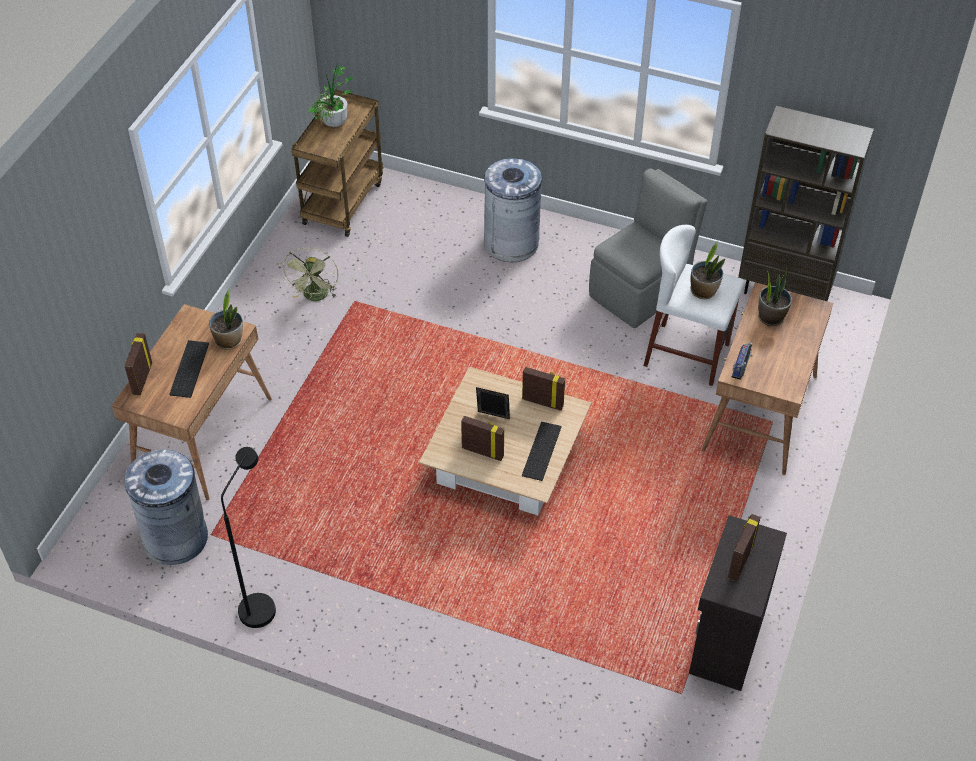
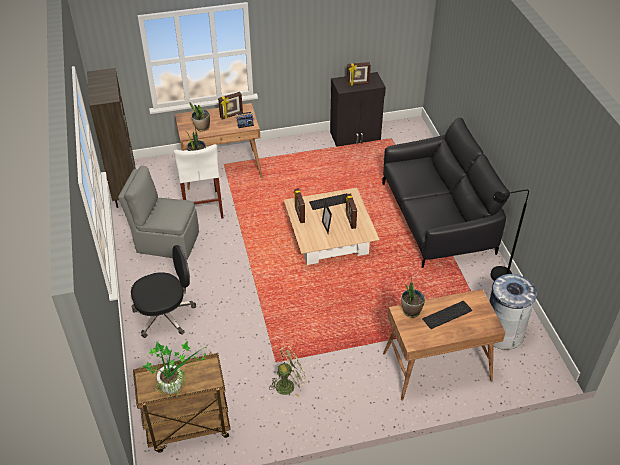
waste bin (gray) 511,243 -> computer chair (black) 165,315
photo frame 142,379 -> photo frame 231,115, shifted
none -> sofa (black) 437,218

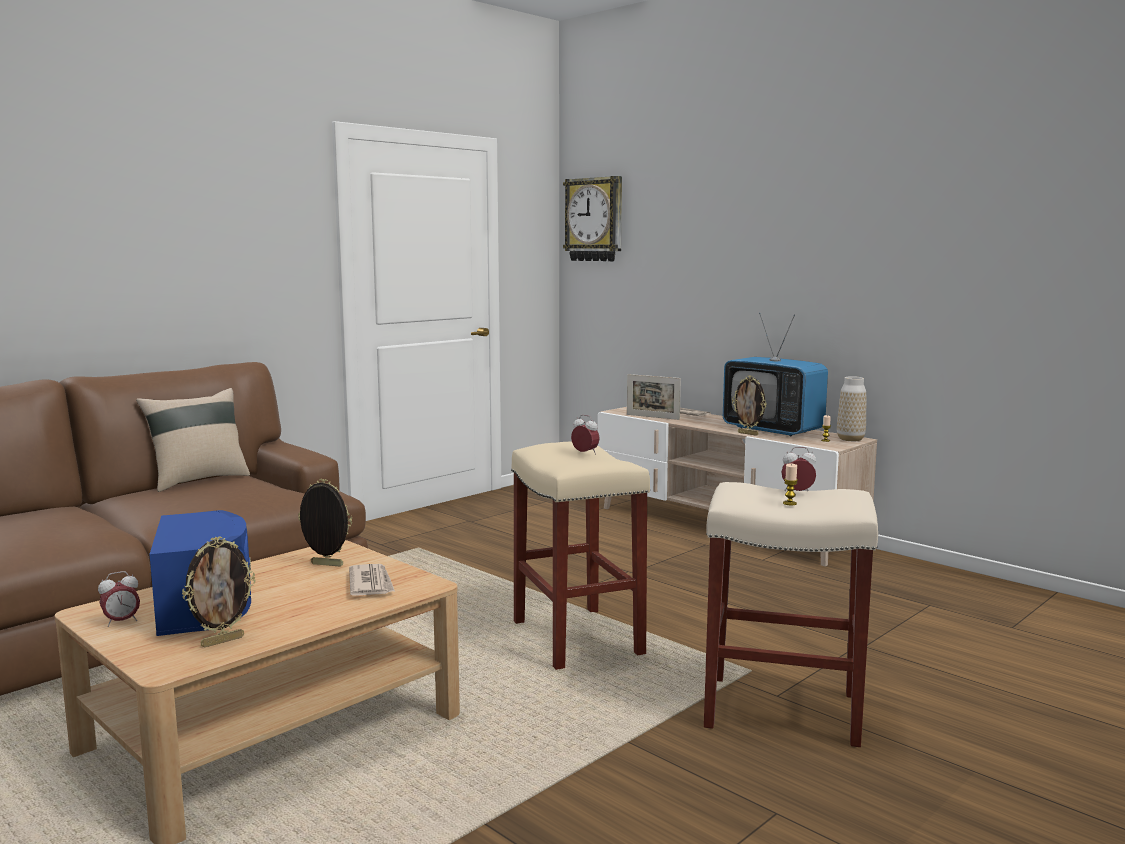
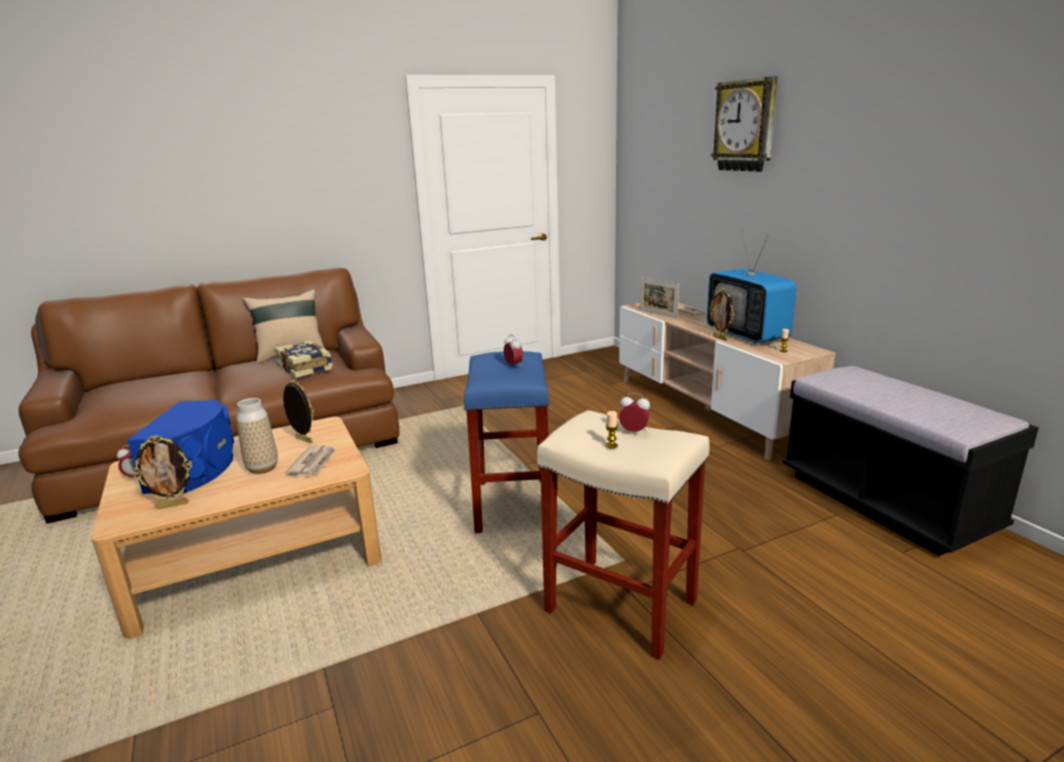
clock on the wall 595,219 -> clock on the wall 745,126, shifted
vase 850,439 -> vase 262,468, shifted
stool seat (beige-coloured) 575,637 -> stool seat (blue) 512,504
none -> bound book 306,368
none -> bench (black) 885,502

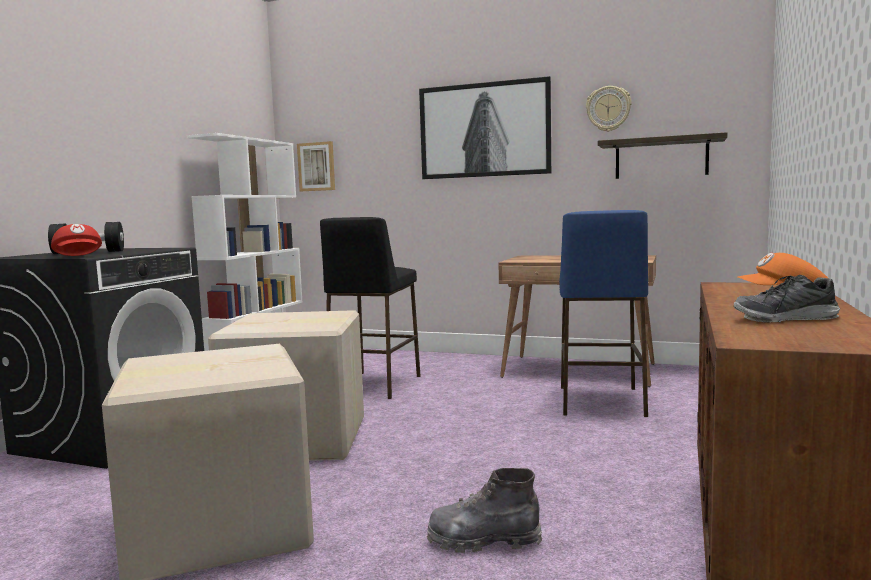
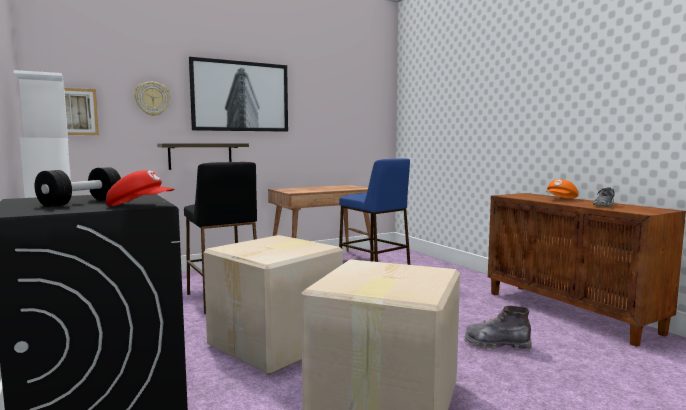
clock on the wall 608,109 -> clock on the wall 152,99, shifted
shelf 661,158 -> shelf 200,156, shifted
tall boot (gray) 483,540 -> tall boot (gray) 496,345, 60 degrees clockwise

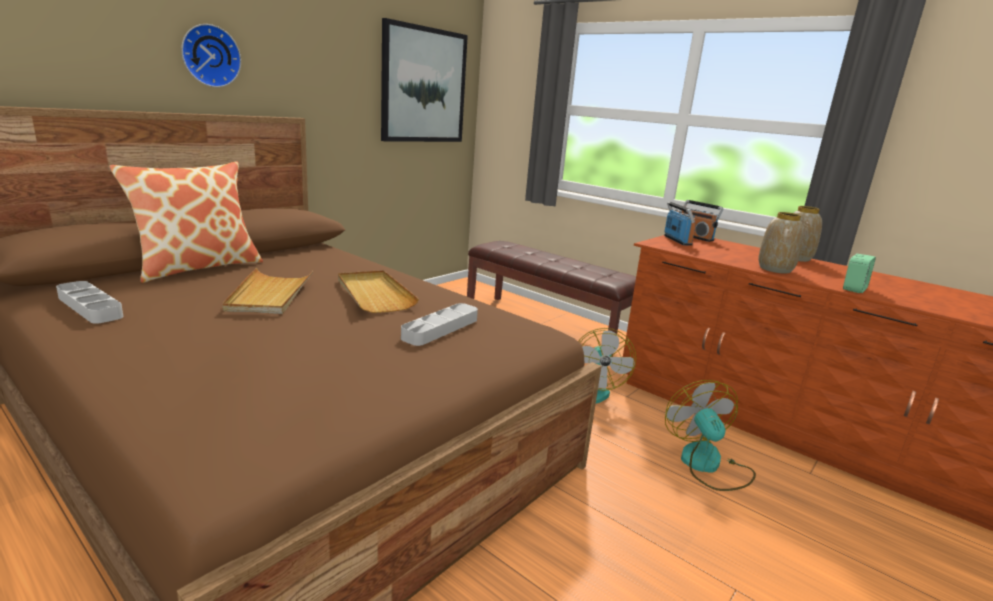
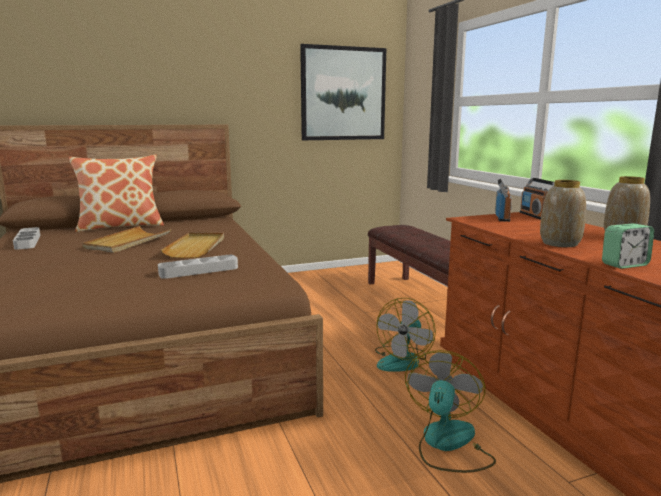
clock on the wall 210,56 -> none

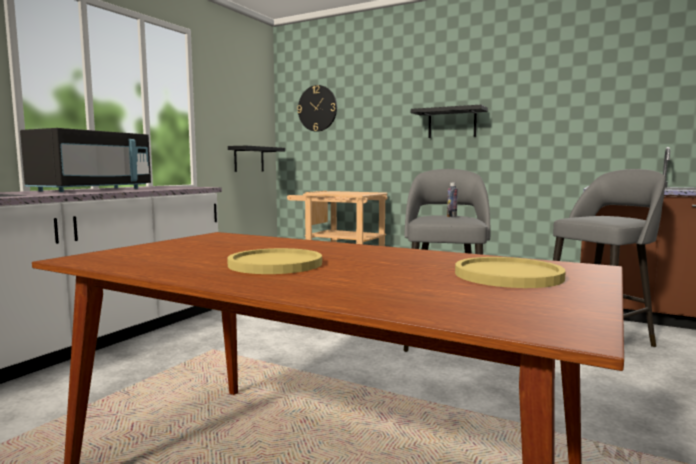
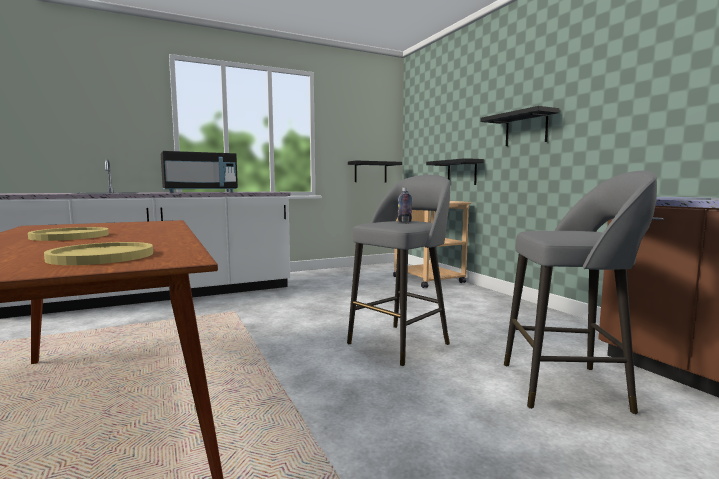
clock on the wall 317,108 -> none
none -> shelf (black) 462,172

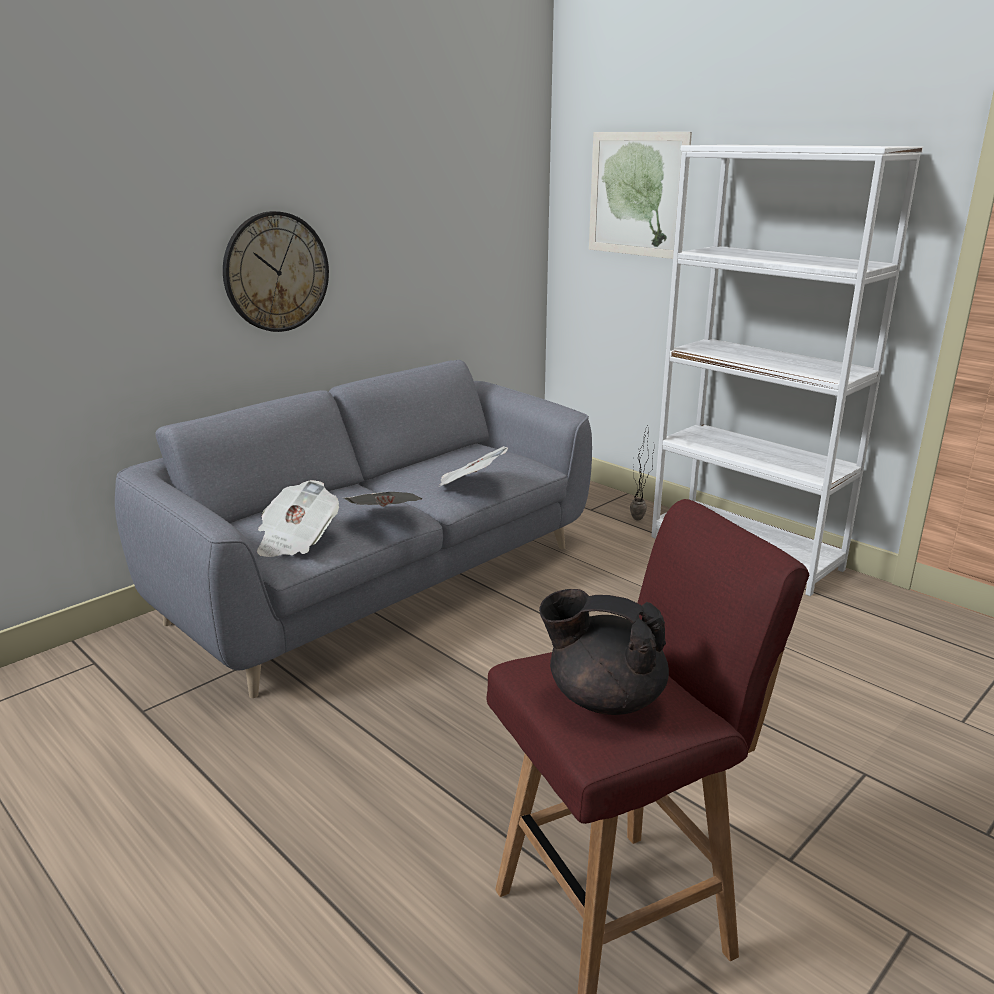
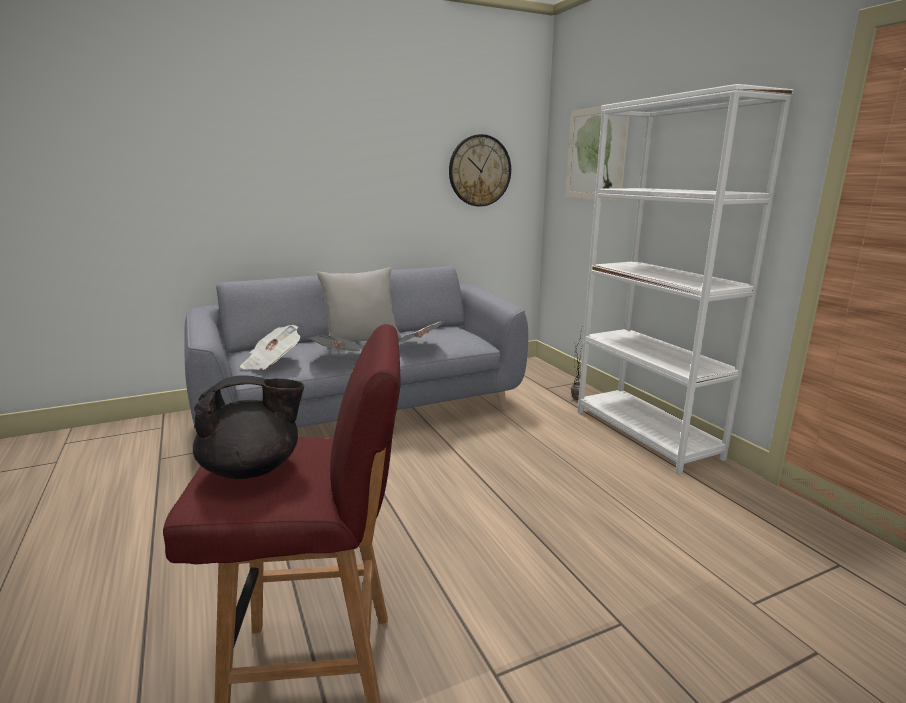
clock on the wall 276,272 -> clock on the wall 479,171, shifted
tea pot (black) 604,698 -> tea pot (black) 253,469, 120 degrees clockwise
none -> cushion (gray) 361,341

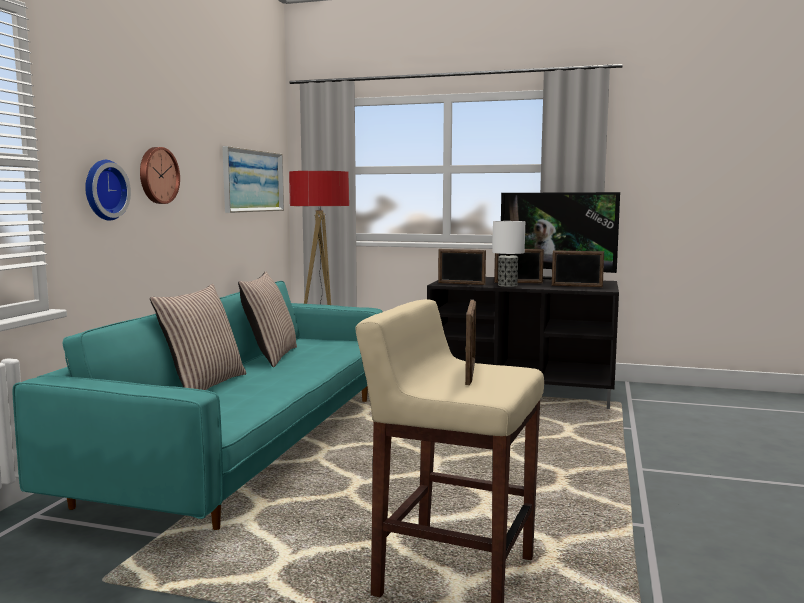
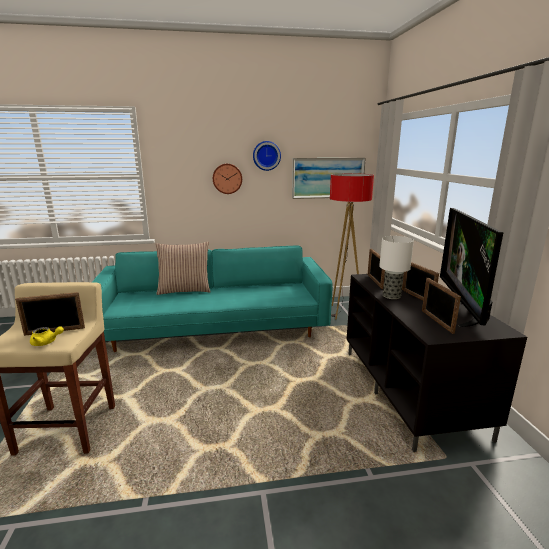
clock on the wall 103,190 -> clock on the wall 266,155, shifted
cushion 270,356 -> none
none -> tea pot (yellowish) 46,342

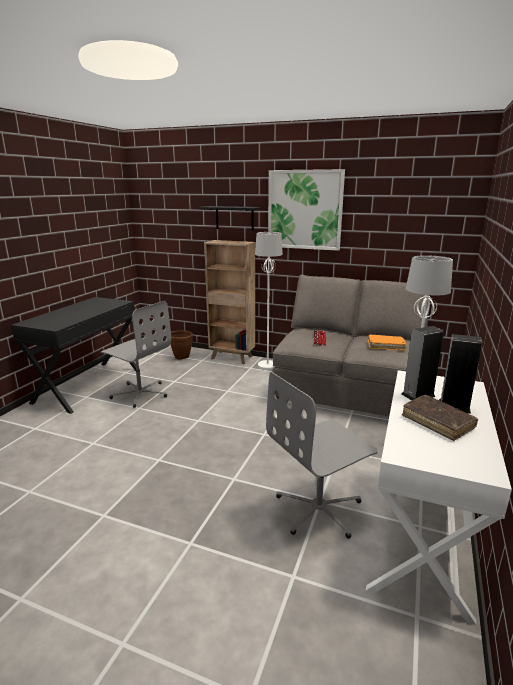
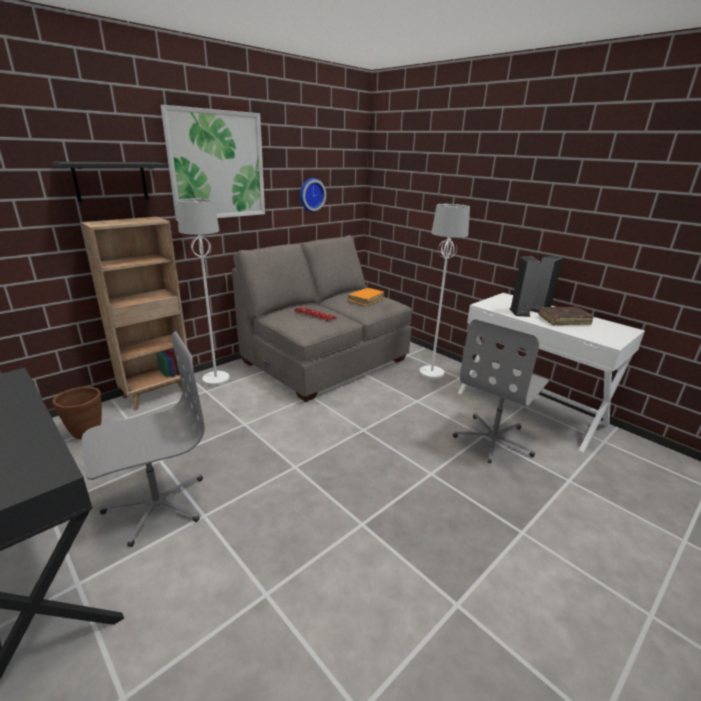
computer chair (gray) 319,509 -> computer chair (gray) 494,440, 45 degrees clockwise
none -> clock on the wall 311,194

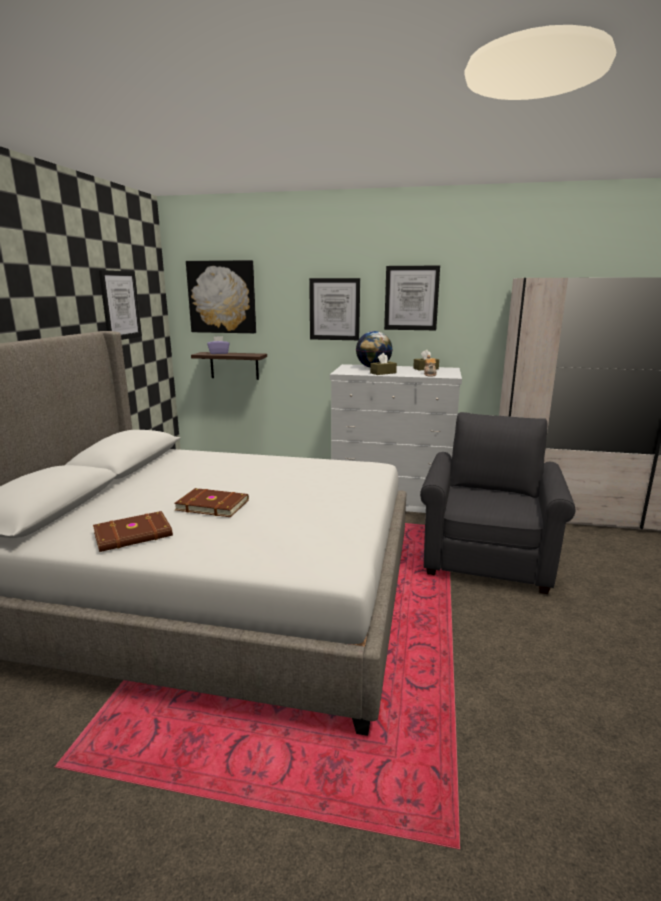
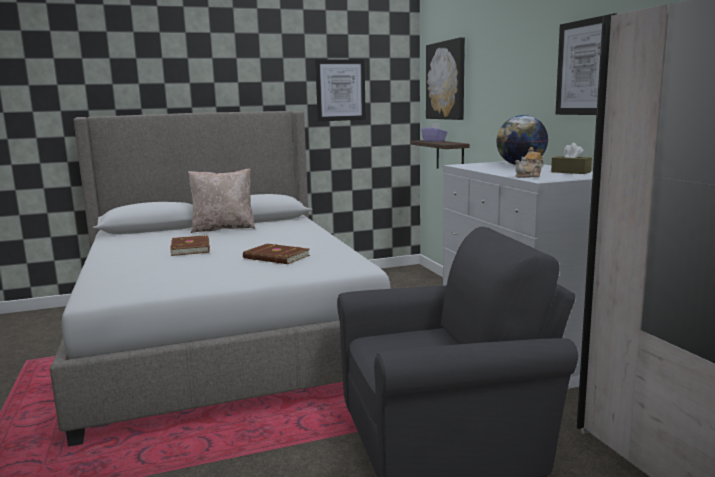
wall art 334,309 -> none
tissue holder (brown) 383,373 -> none
bound book (brown) 134,535 -> bound book (brown) 276,257, shifted
none -> cushion (beige-coloured) 223,228

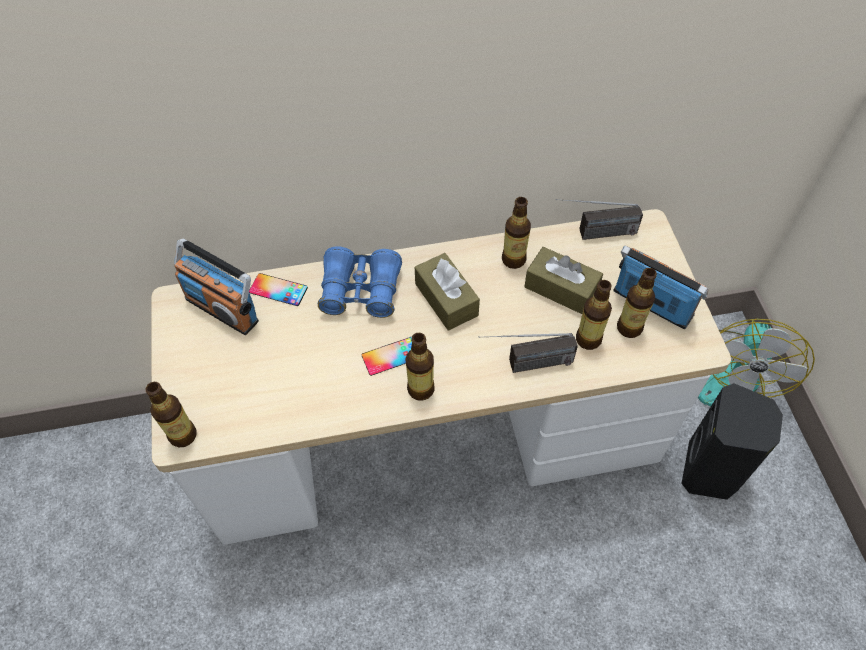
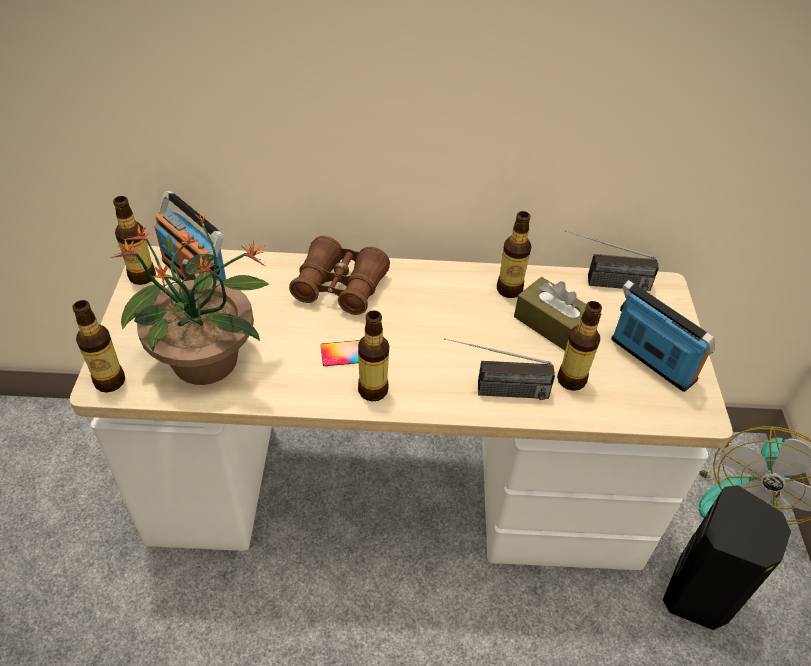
field glasses (blue) 361,291 -> field glasses (brown) 340,287
tissue holder (brown) 446,299 -> none
beverage bottle 629,328 -> beverage bottle 142,276, shifted
handset 278,290 -> none
none -> houseplant 207,361

